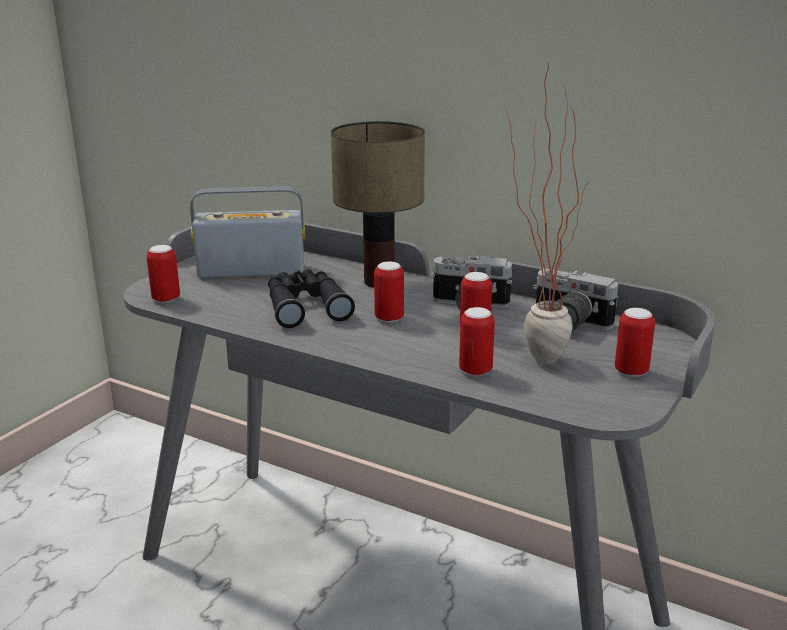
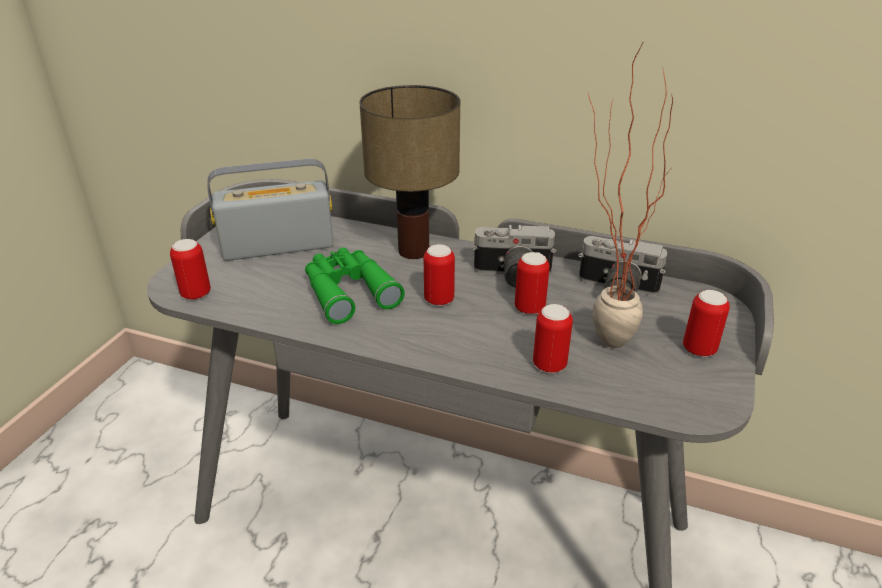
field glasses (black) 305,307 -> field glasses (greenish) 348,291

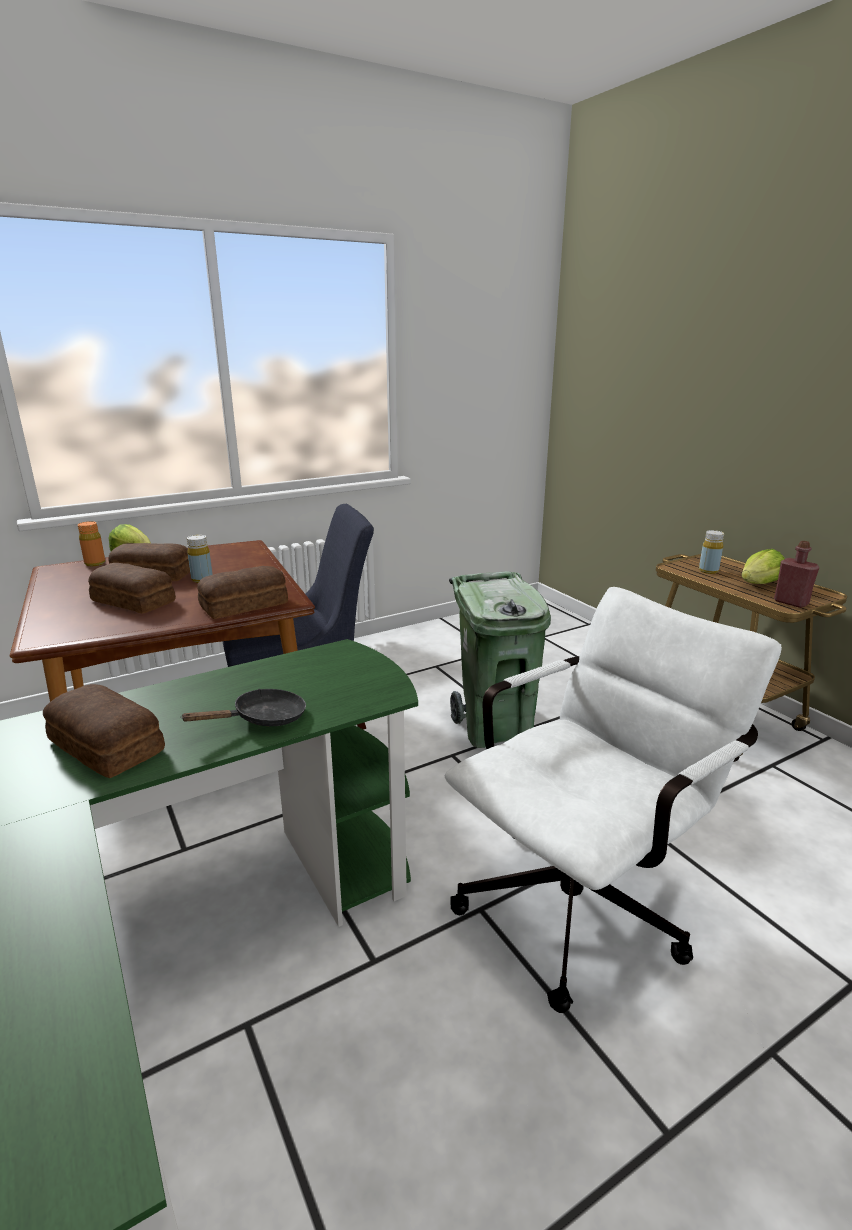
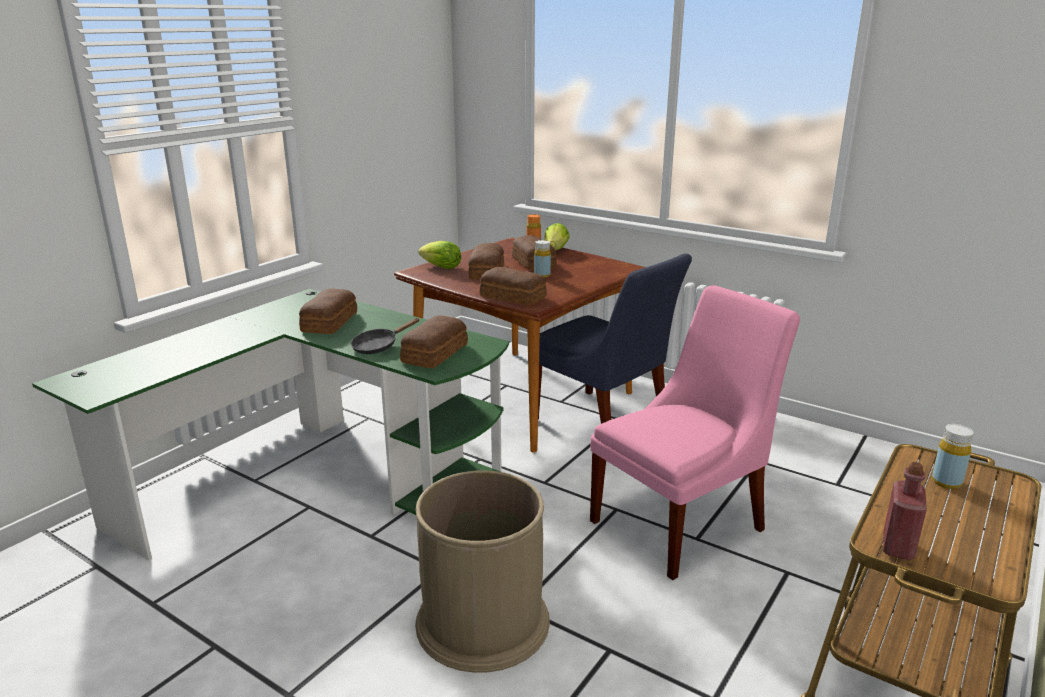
lettuce 759,584 -> lettuce 441,267, shifted
waste bin (greenish) 495,729 -> chair (pink-coloured) 683,522
computer chair (white-coloured) 584,899 -> waste bin (brown) 483,622
pan (black) 263,719 -> pan (black) 379,346, 105 degrees clockwise
none -> bread 433,353

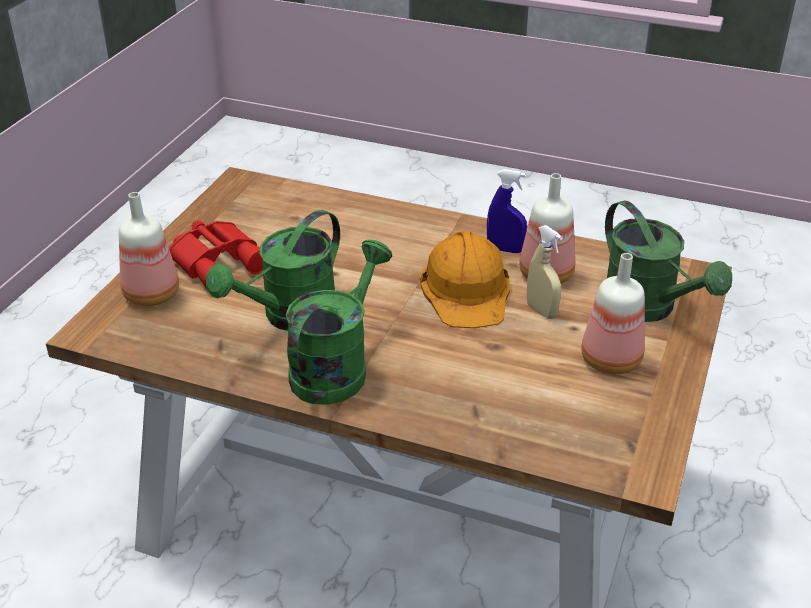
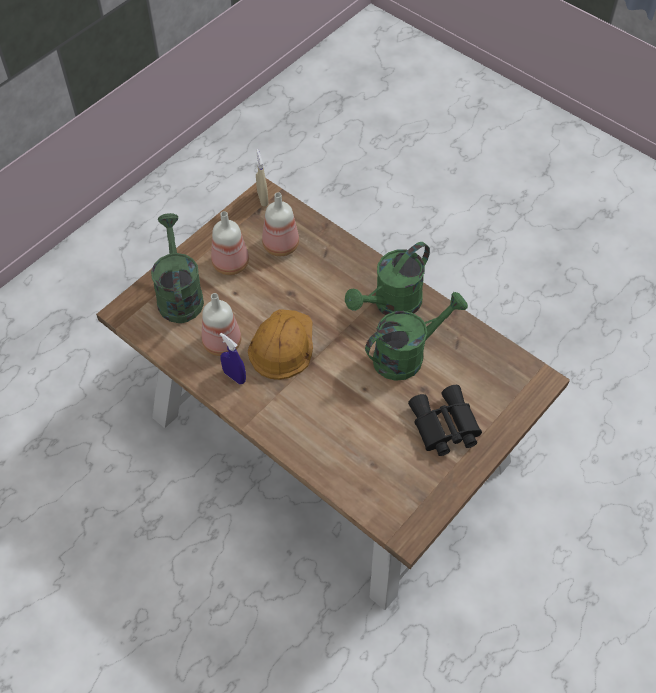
beverage bottle 153,295 -> beverage bottle 279,245, shifted
field glasses (red-coloured) 219,261 -> field glasses (black) 443,427
spray bottle (beige-coloured) 541,311 -> spray bottle (beige-coloured) 262,198, shifted

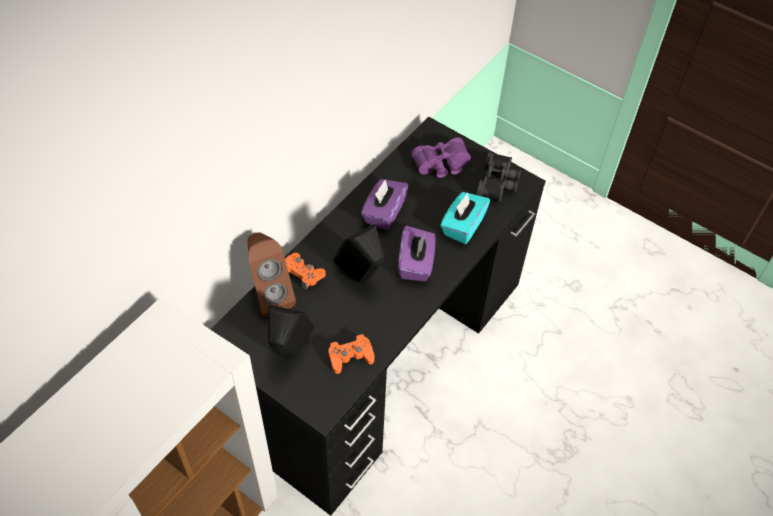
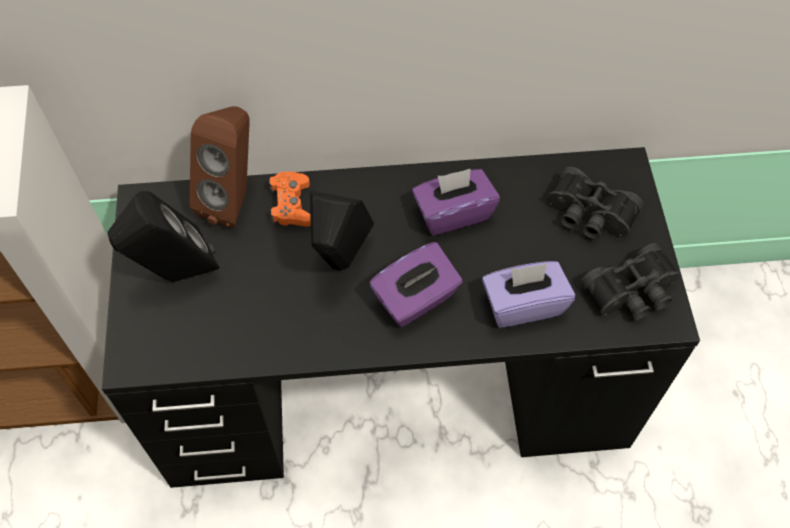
field glasses (purple-coloured) 442,165 -> field glasses (black) 588,215
tissue holder (blue-green) 462,226 -> tissue holder (purple-coloured) 523,304
joypad (orangey) 350,356 -> none

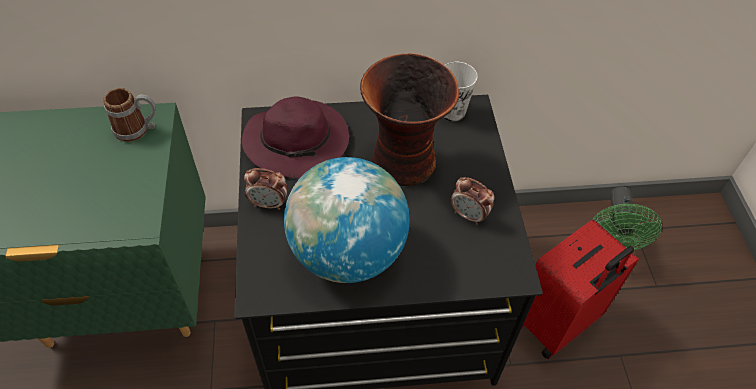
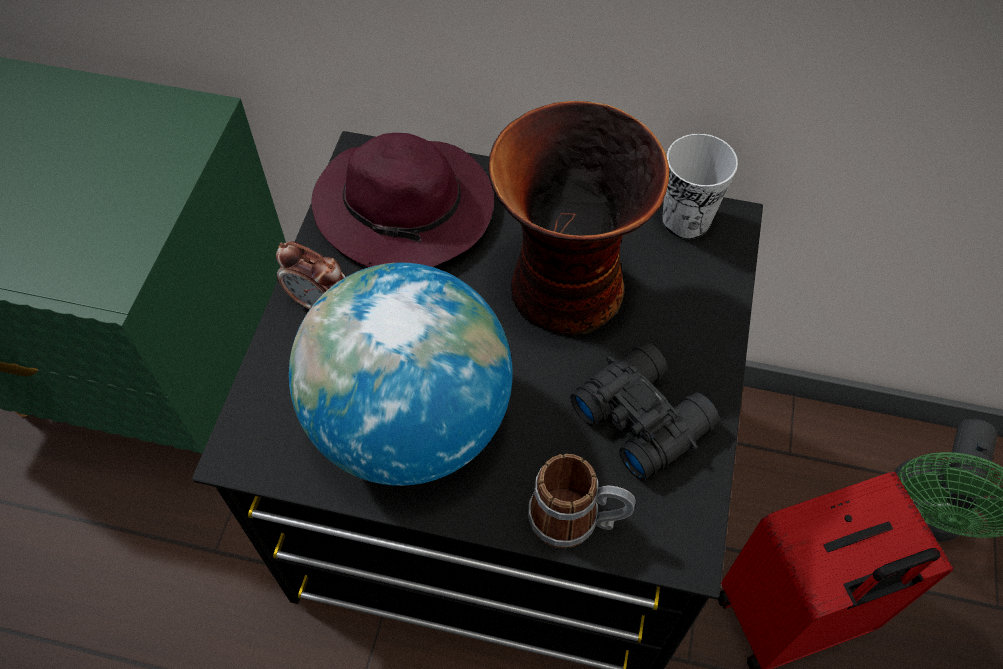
mug 138,129 -> mug 577,520, shifted
alarm clock 469,215 -> field glasses (black) 641,415

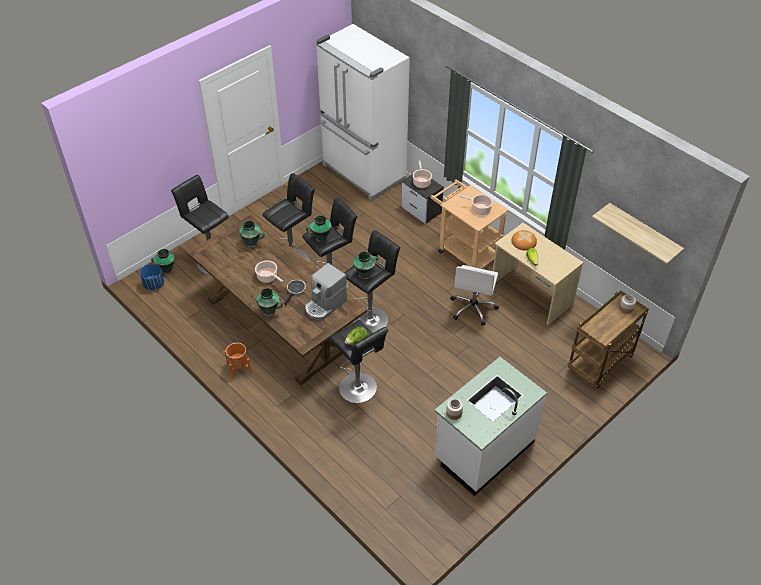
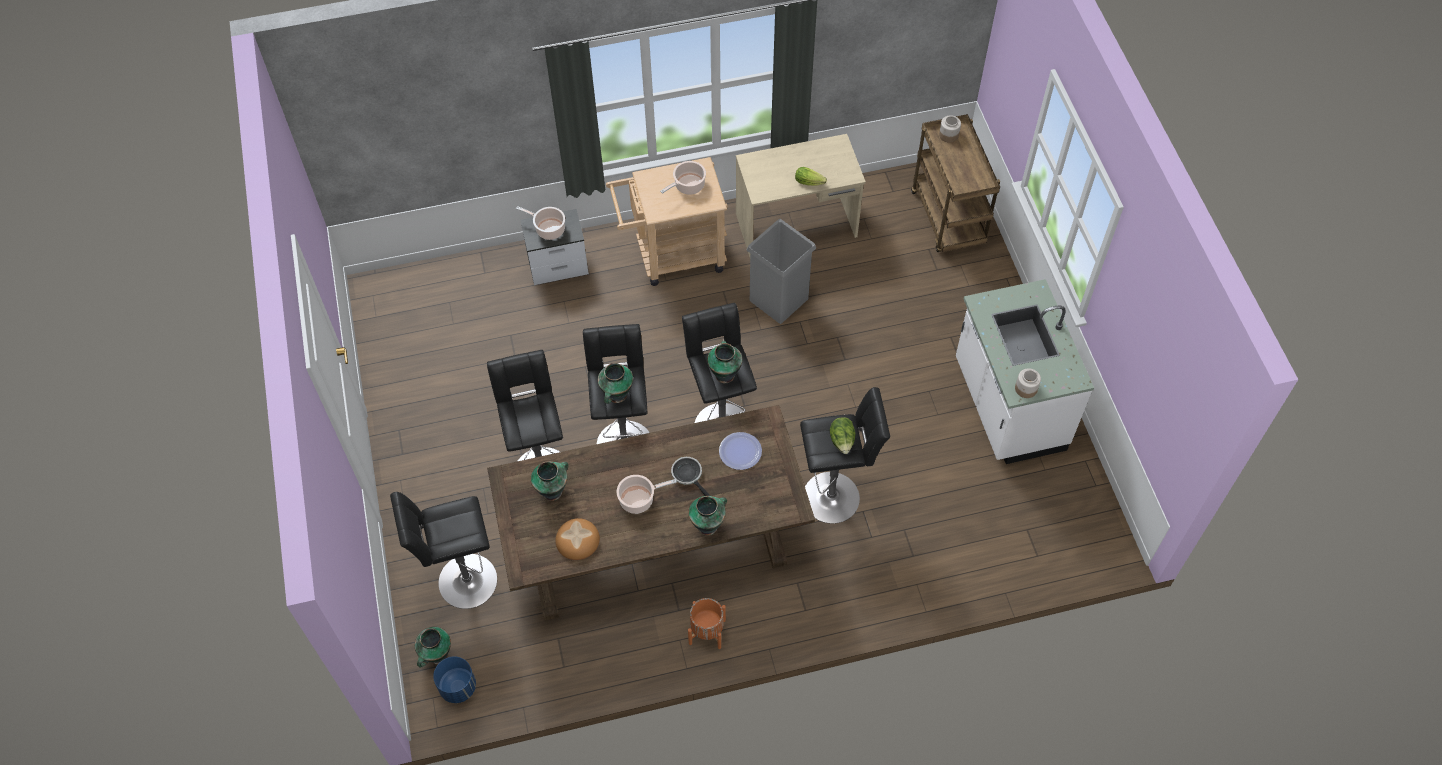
refrigerator (white-coloured) 363,173 -> none
shelf 643,233 -> none
bread 523,242 -> bread 577,541, shifted
coffee brewer 325,305 -> flat dish 740,451
computer chair (white-coloured) 473,308 -> waste bin (gray) 778,299

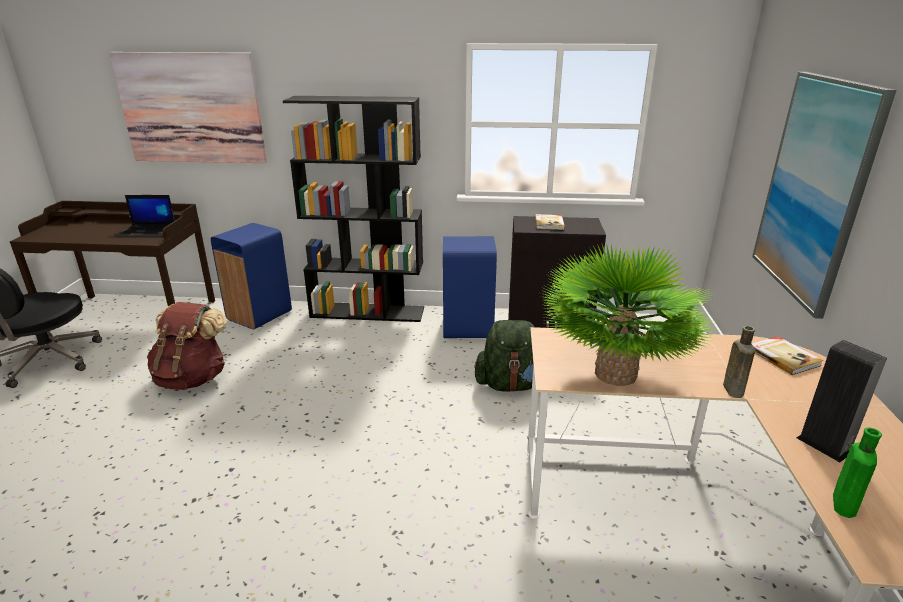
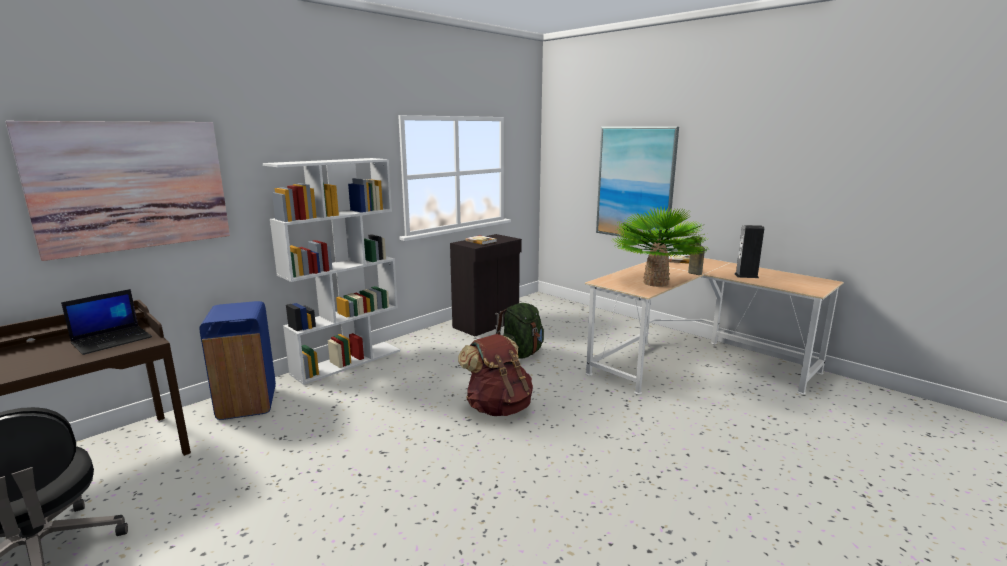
shelving unit (black) 368,312 -> shelving unit (white-coloured) 347,362
waste bin (blue) 467,328 -> none
rucksack (brown) 193,378 -> rucksack (brown) 498,407, shifted
beverage bottle (greenish) 843,503 -> none

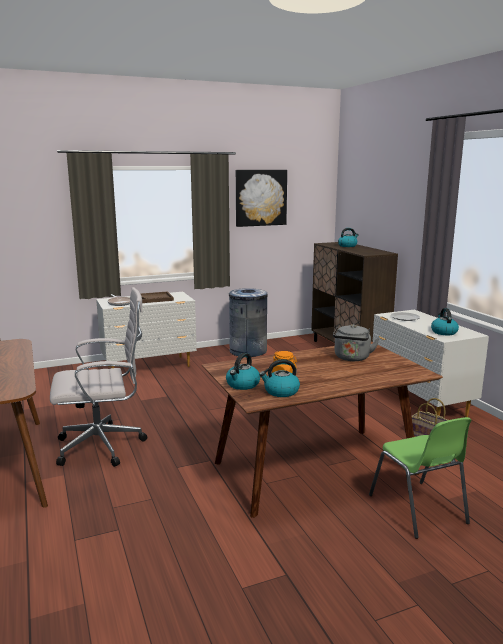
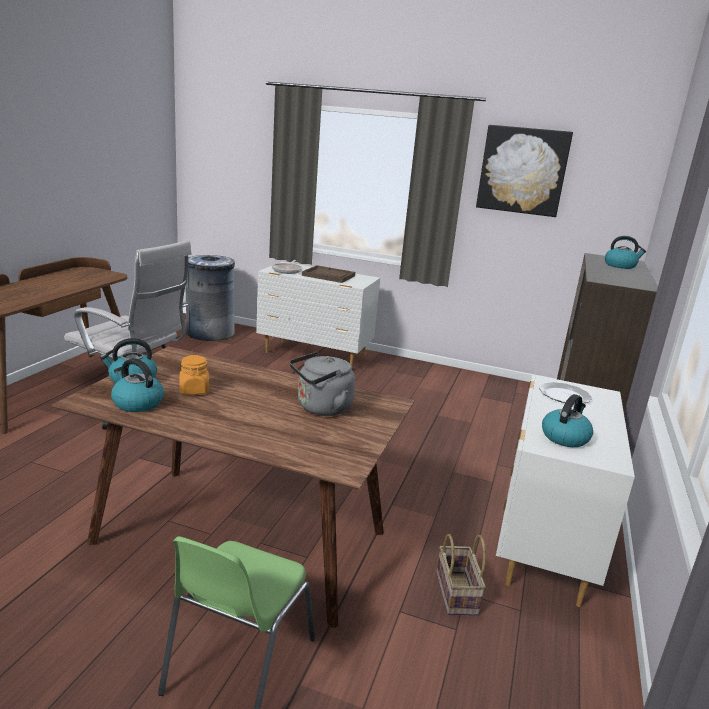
waste bin (gray) 248,351 -> waste bin (gray) 210,333, shifted

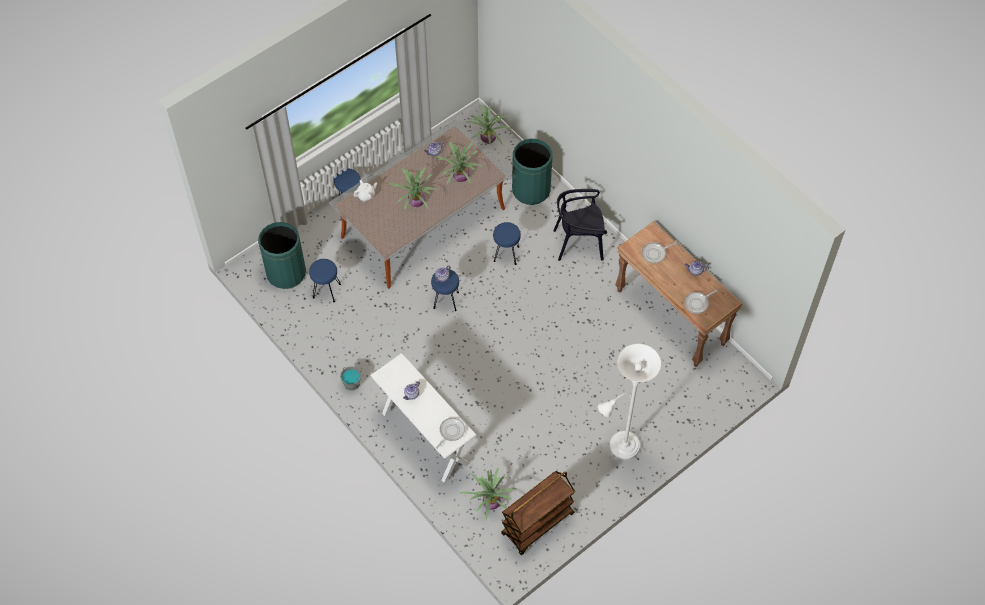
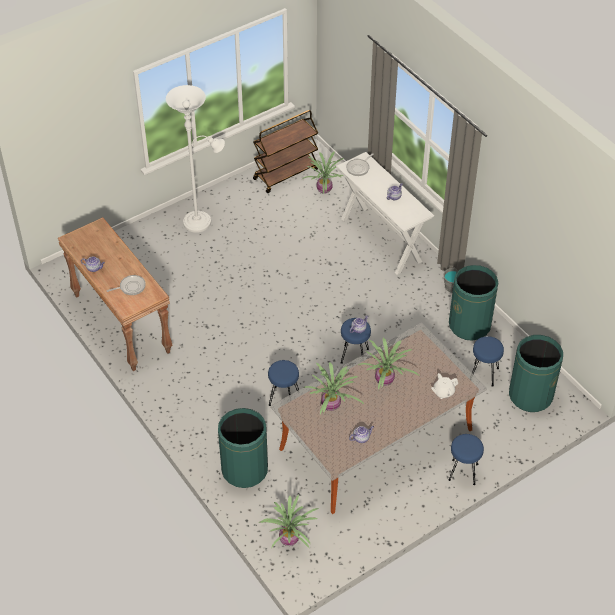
chair (black) 579,243 -> none
pan 698,303 -> none
none -> waste bin (greenish) 469,325

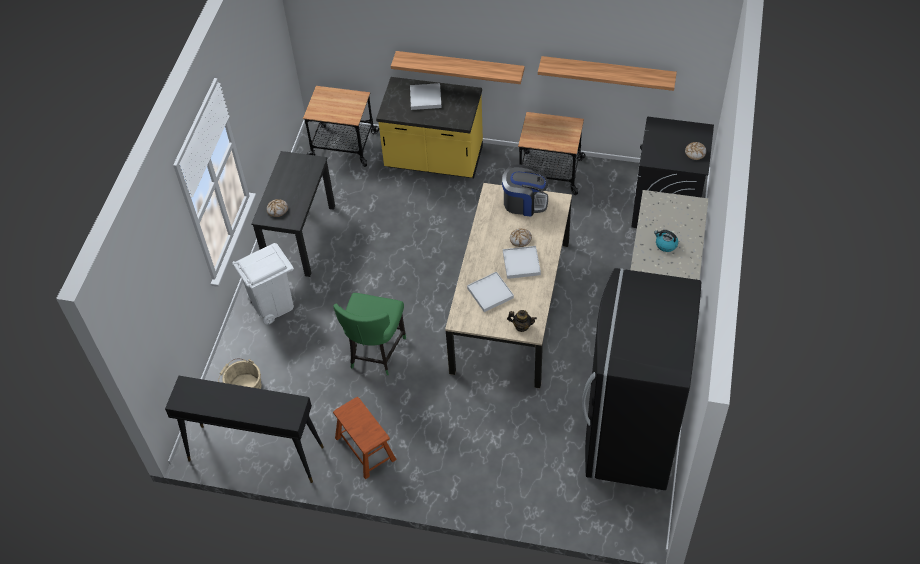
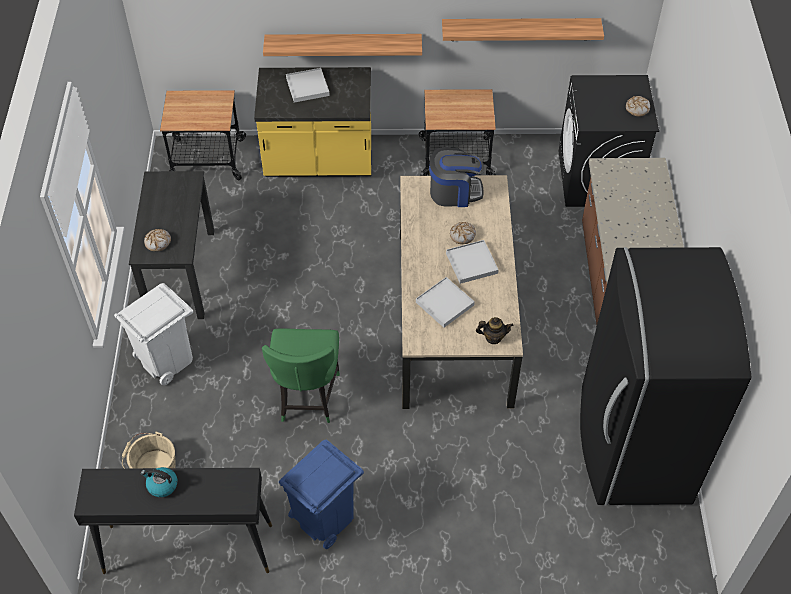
water kettle 665,245 -> water kettle 162,485, shifted
stool seat (brown) 365,448 -> waste bin (blue) 324,518

